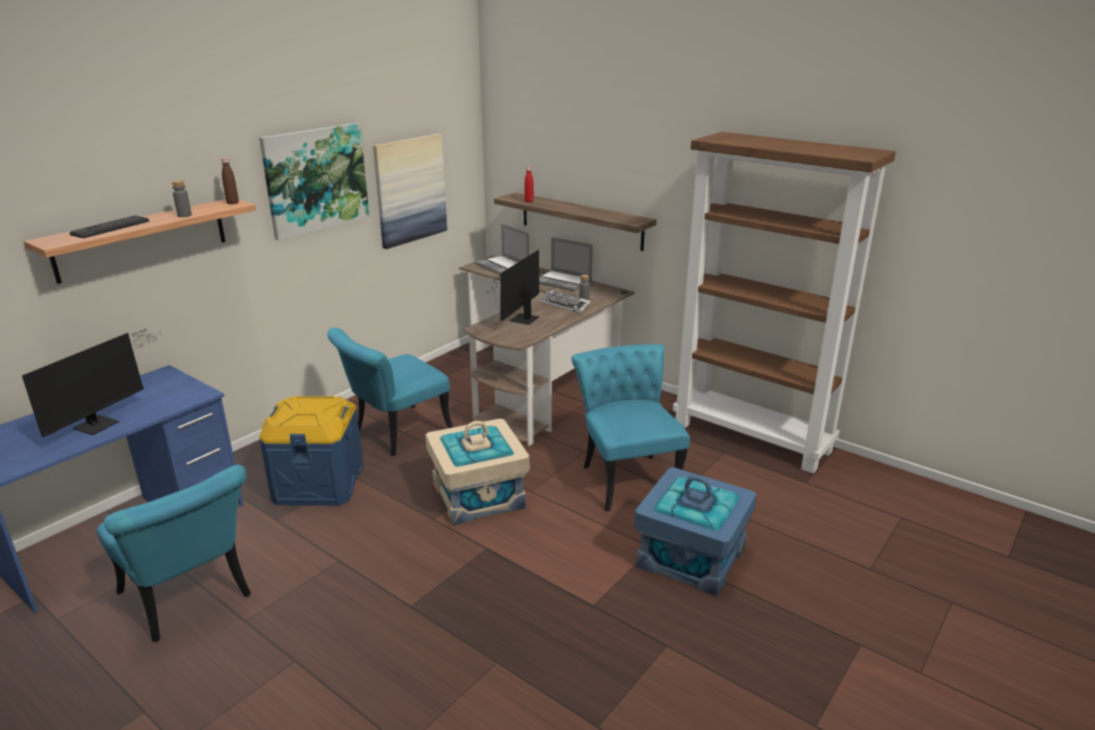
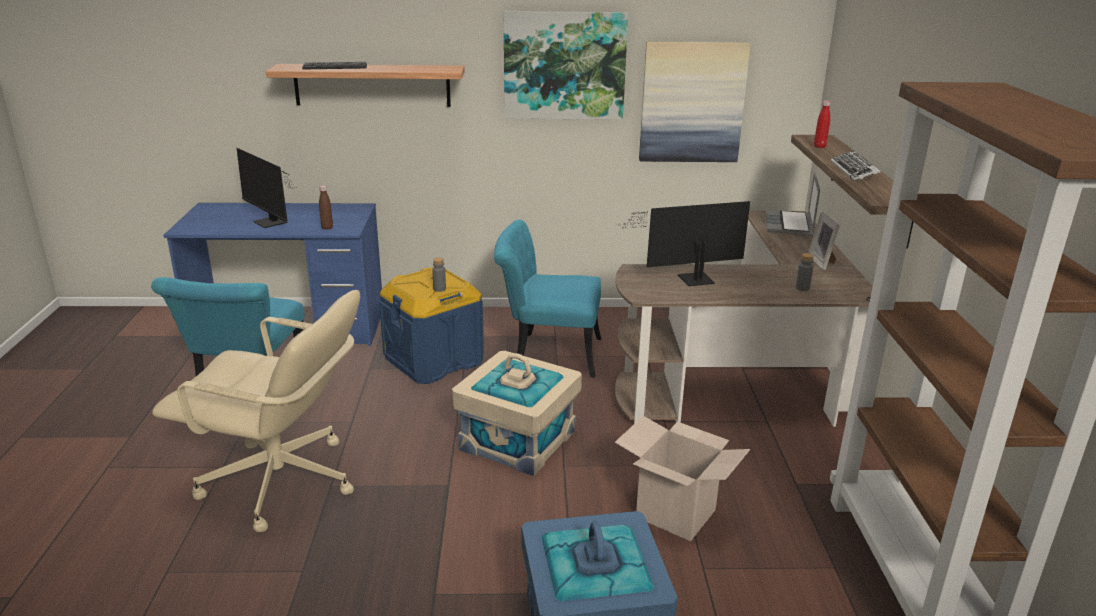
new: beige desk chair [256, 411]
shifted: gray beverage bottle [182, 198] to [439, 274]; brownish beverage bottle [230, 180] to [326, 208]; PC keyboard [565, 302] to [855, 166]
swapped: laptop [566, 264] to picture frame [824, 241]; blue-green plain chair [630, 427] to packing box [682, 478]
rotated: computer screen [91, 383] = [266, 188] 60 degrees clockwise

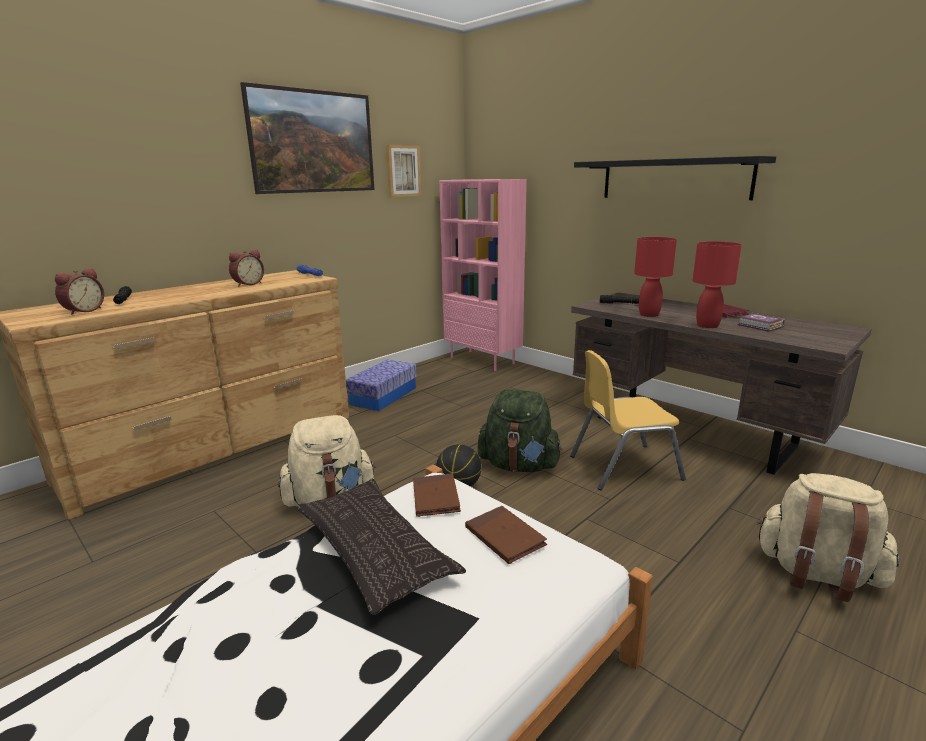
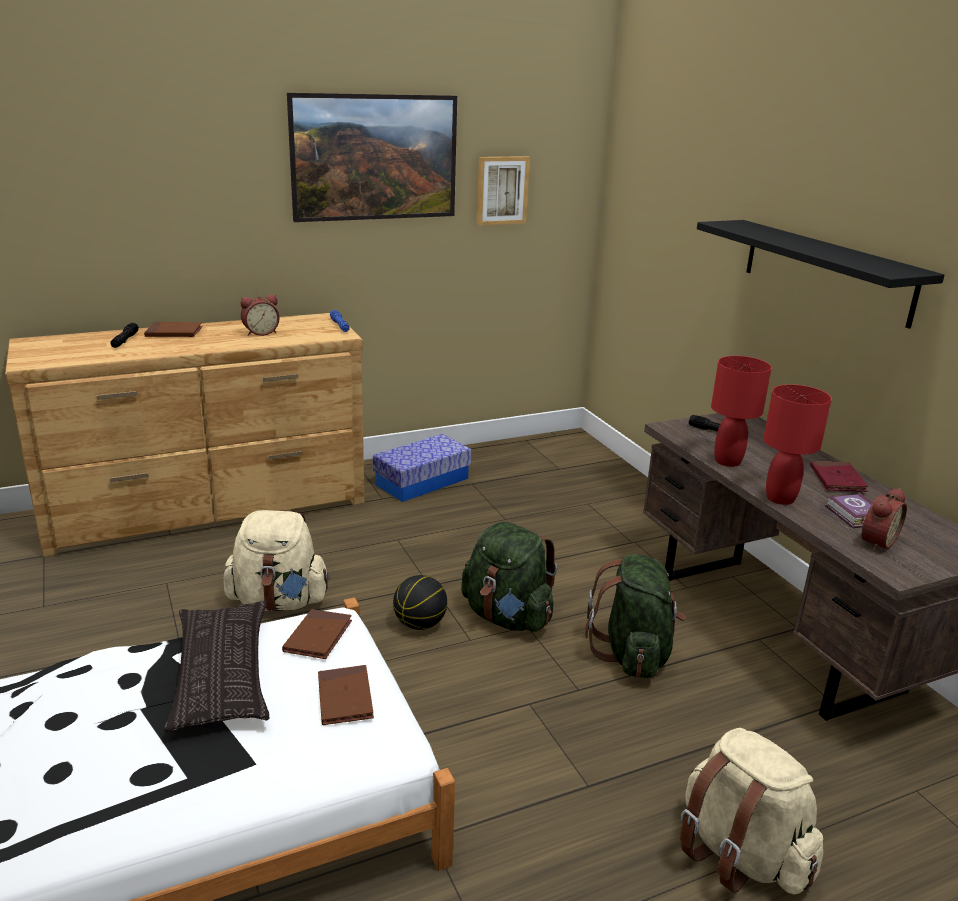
gone: pink-coloured shelving unit [483, 275]
new: brownish bound book [173, 329]
shifted: alarm clock [79, 291] to [884, 519]
swapped: yellowish plain chair [628, 420] to green-coloured backpack [635, 616]

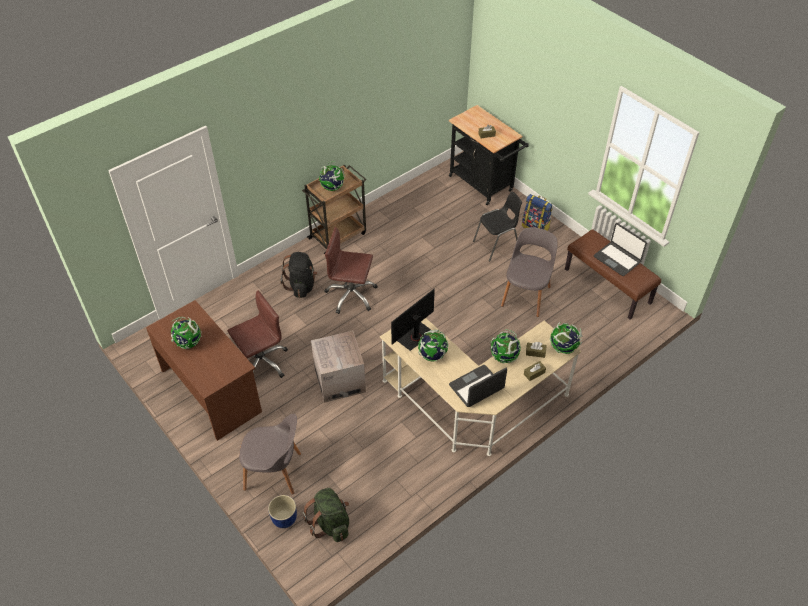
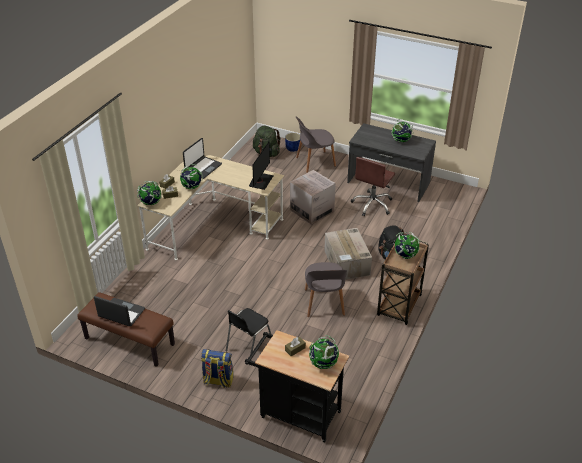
shifted: globe [433, 345] to [324, 352]; gray plain chair [529, 272] to [326, 289]
swapped: brownish desk chair [351, 270] to packing box [348, 253]
repainted: brownish desk [204, 370] to gray desk [391, 162]

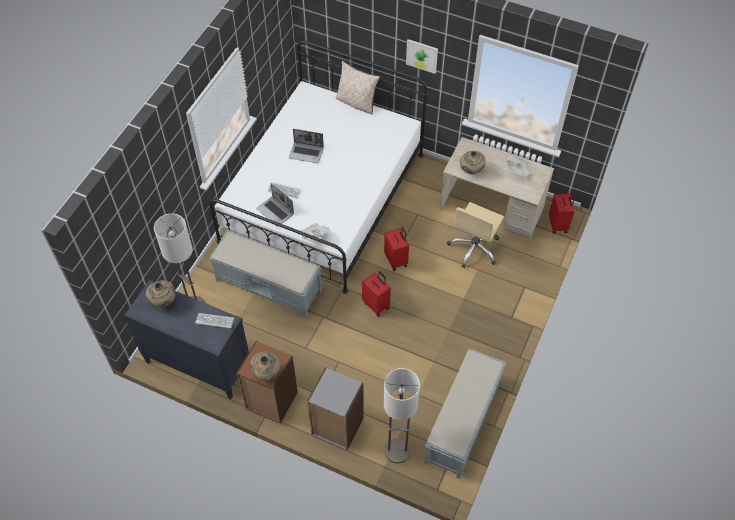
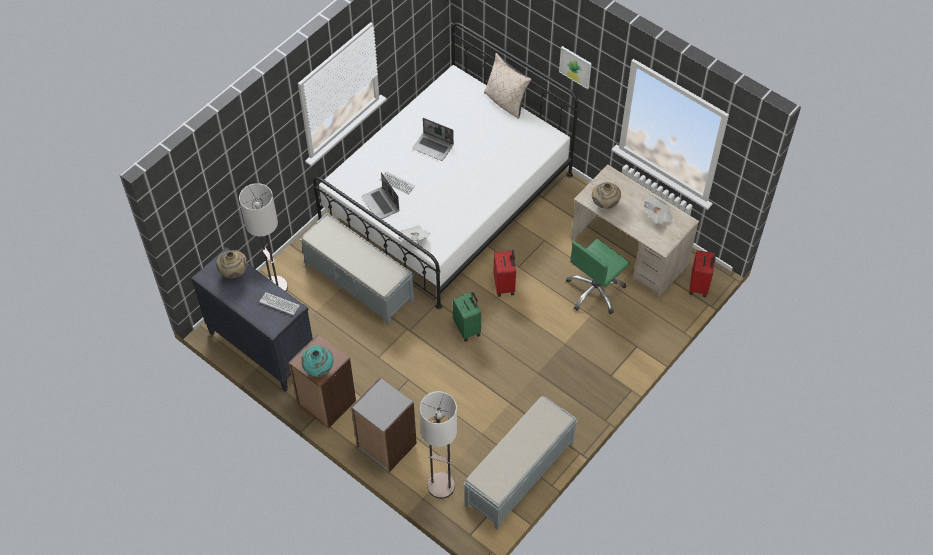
repainted: beige flower vase [265, 366] to blue-green flower vase [317, 361]; red-coloured suitcase [376, 294] to green-coloured suitcase [467, 316]; beige desk chair [475, 235] to green-coloured desk chair [598, 276]

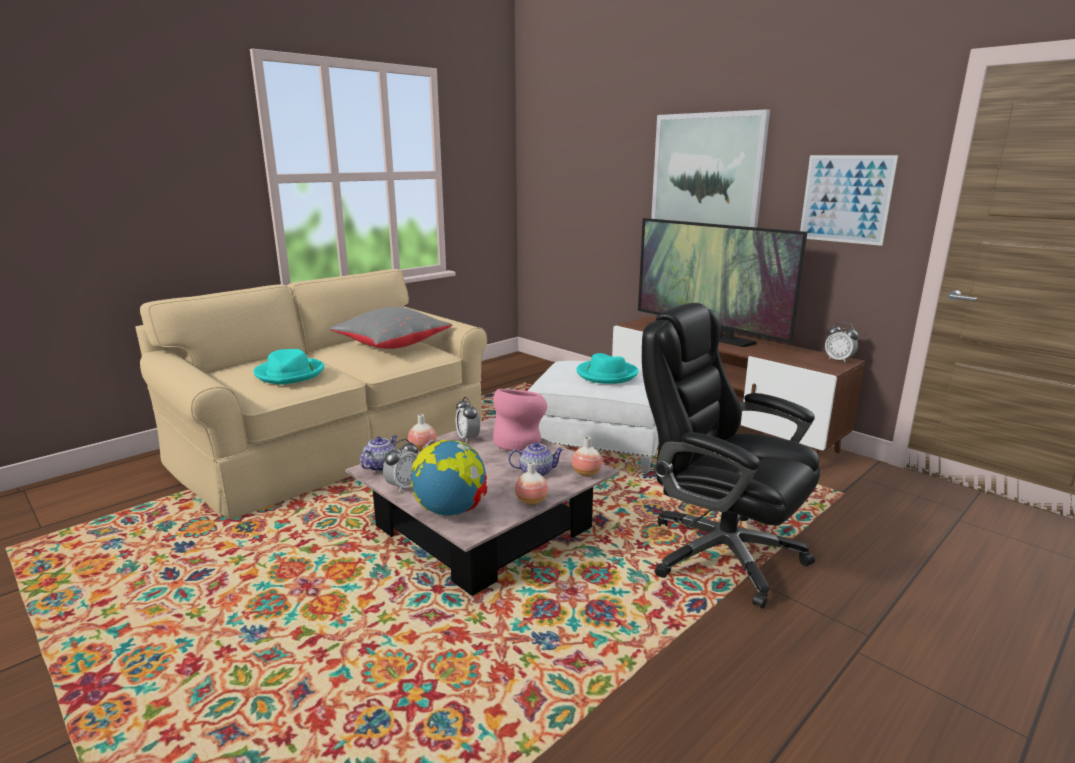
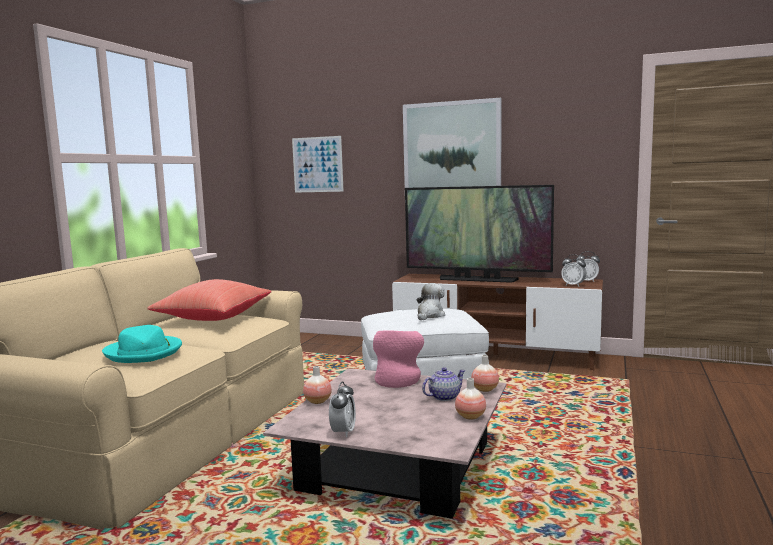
gone: pot for tea [378, 453]; globe [449, 478]; black desk chair [731, 456]
shifted: alarm clock [468, 420] to [574, 270]; picture [849, 200] to [318, 164]
swapped: blue-green wearable hat [607, 368] to soft toy [431, 301]
repainted: gray cushion [391, 328] to red-coloured cushion [209, 300]

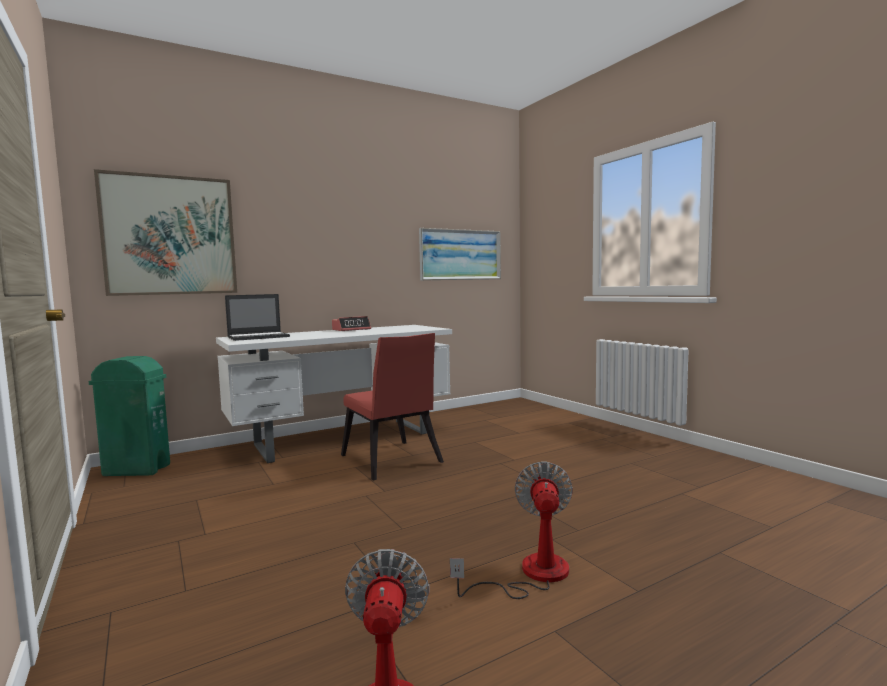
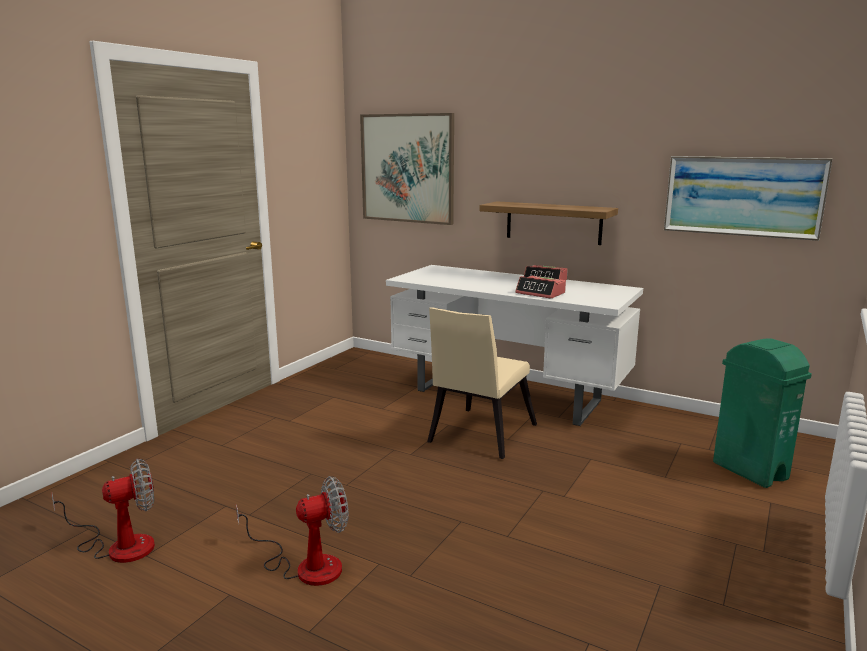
gone: laptop [257, 317]
new: bracket shelf [548, 223]; alarm clock [540, 287]
shifted: green-coloured trash can [129, 416] to [762, 413]
repainted: red-coloured plain chair [392, 407] to beige plain chair [482, 383]

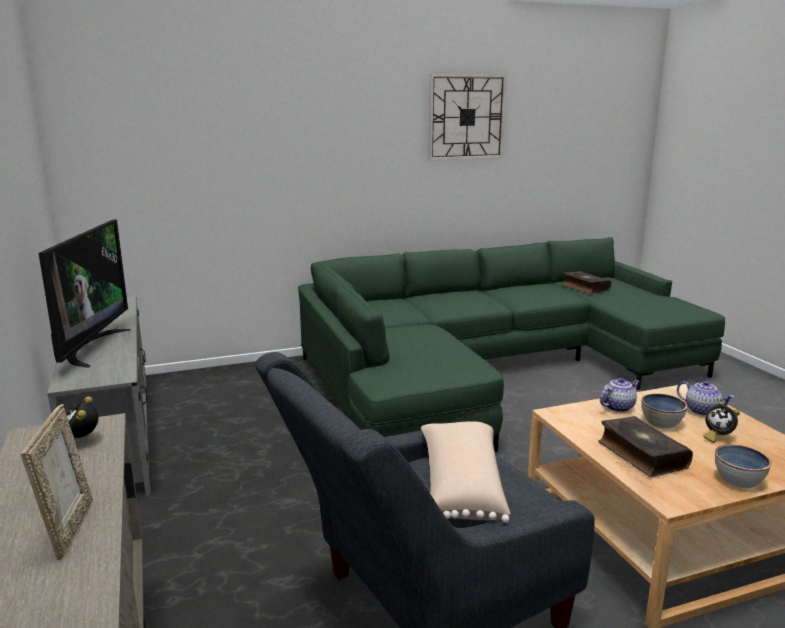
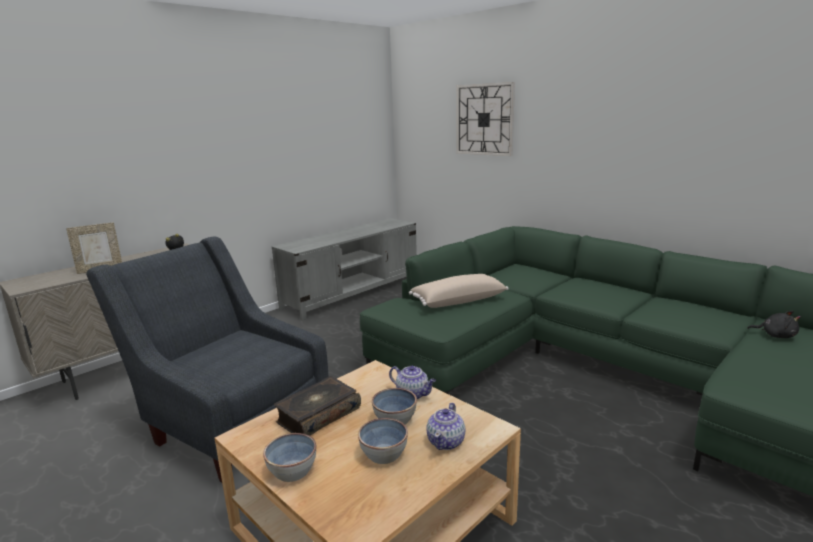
gone: TV set [85, 294]
shifted: beige cushion [465, 472] to [459, 291]; hanging clock [467, 117] to [485, 119]
swapped: bound book [586, 282] to black soft toy [774, 324]; alarm clock [722, 422] to deep dish [383, 441]

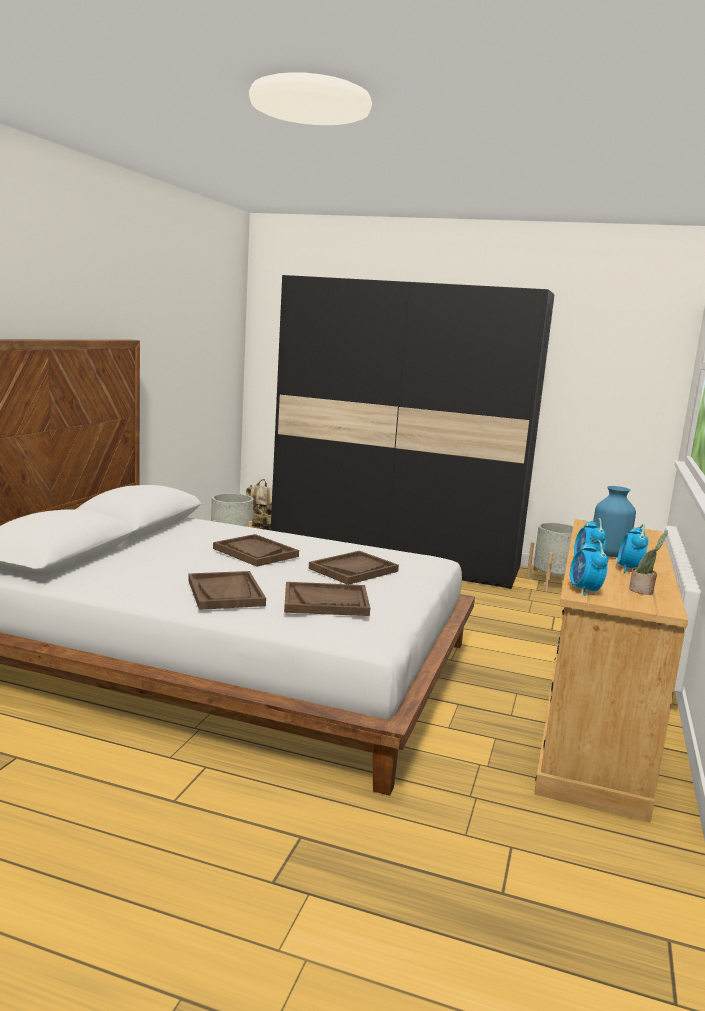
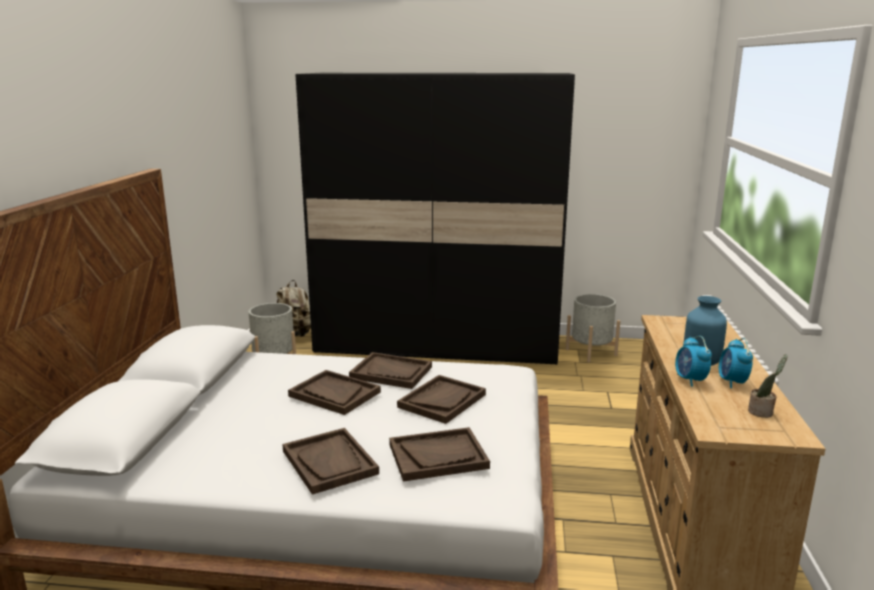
gone: alarm clock [589, 568]
new: brownish carrying tray [390, 370]

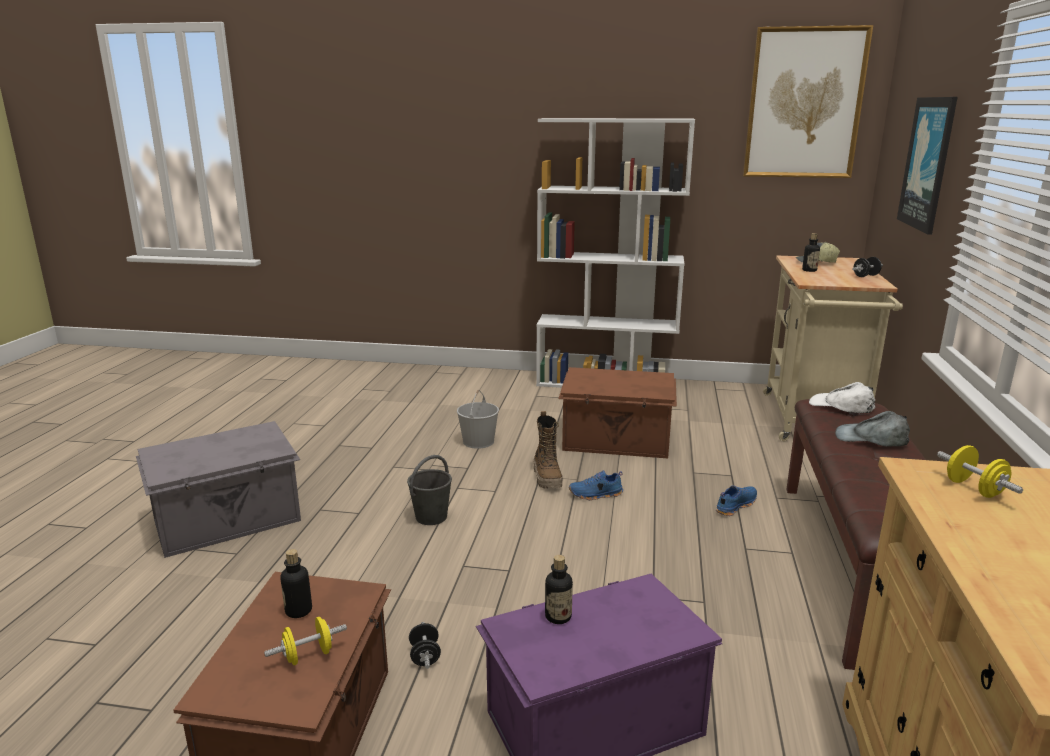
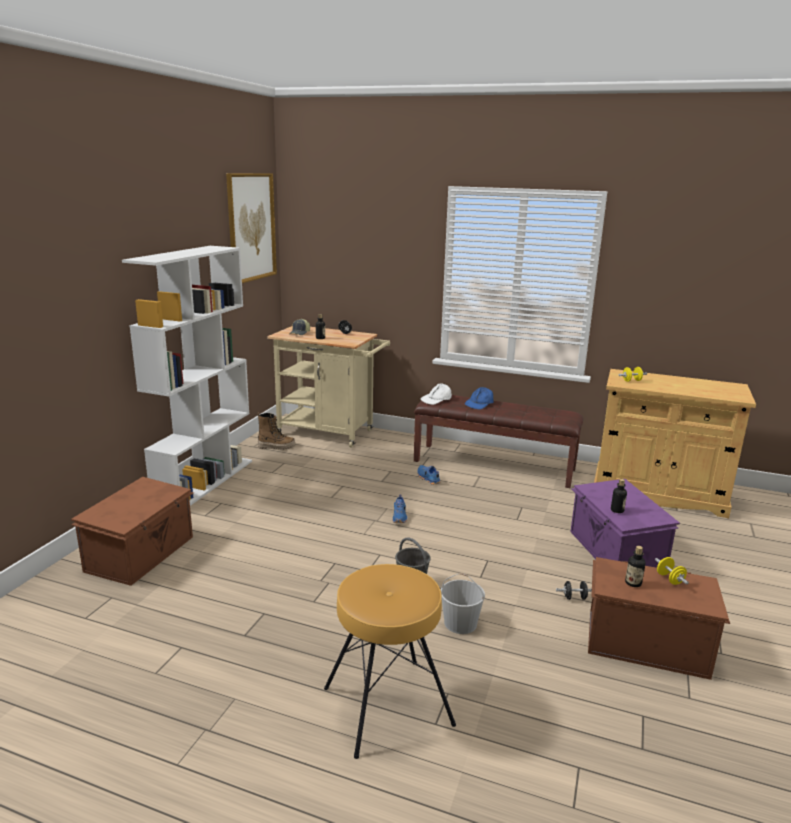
gone: picture [927, 166]
shifted: white-coloured bucket [478, 419] to [463, 603]; boot [548, 450] to [276, 431]; brownish storage container [617, 412] to [132, 531]
swapped: gray storage container [218, 489] to brownish stool seat [390, 661]
repainted: gray baseball cap [872, 429] to blue-coloured baseball cap [479, 398]

